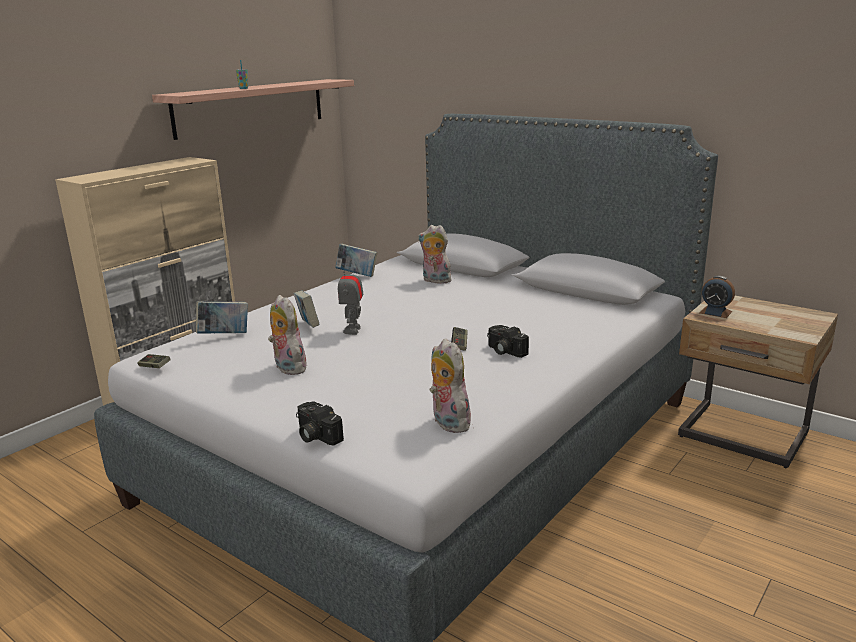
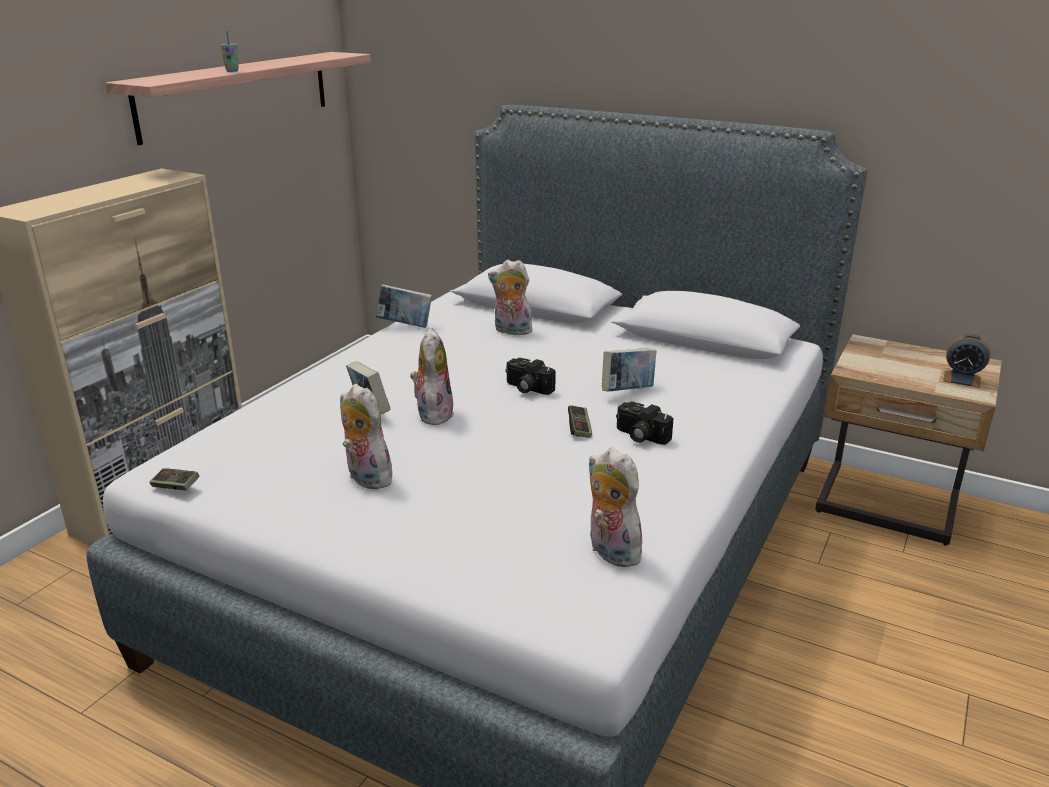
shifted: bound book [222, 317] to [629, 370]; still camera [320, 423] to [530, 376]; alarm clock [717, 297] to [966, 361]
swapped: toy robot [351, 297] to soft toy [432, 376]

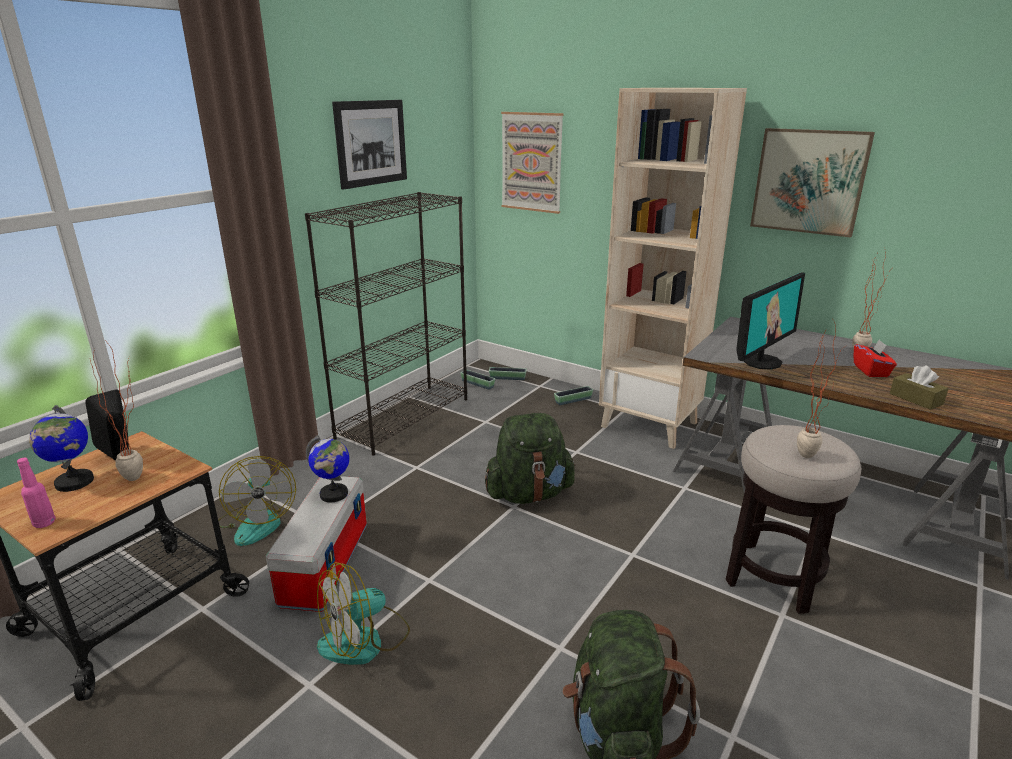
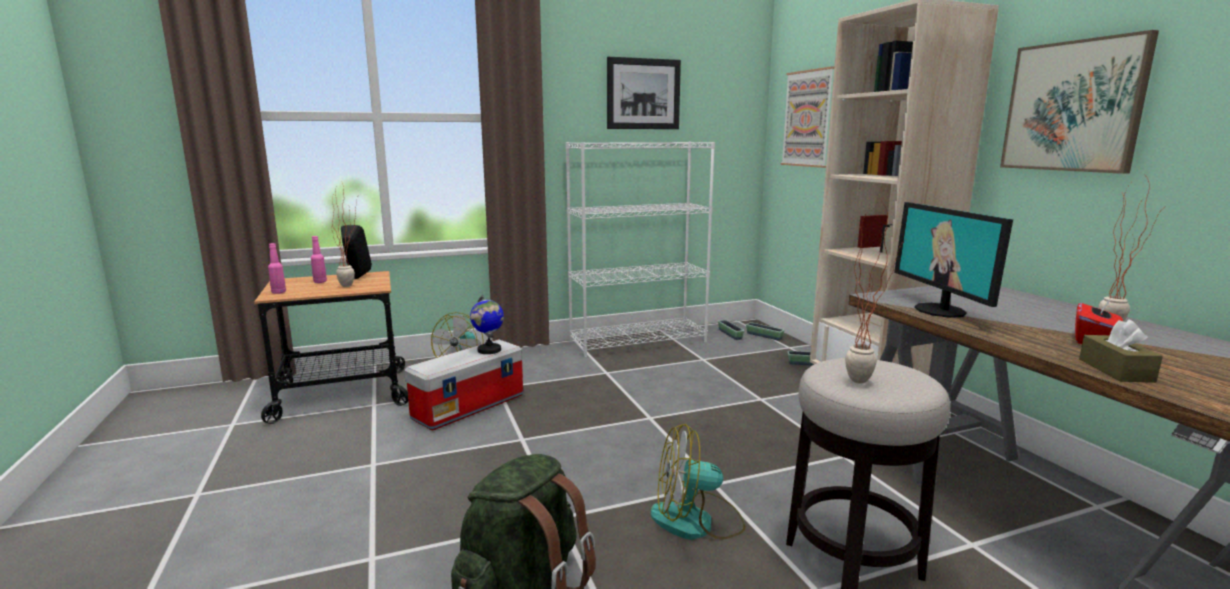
gone: green-coloured backpack [530, 458]
shifted: cooling fan [363, 613] to [698, 482]
swapped: globe [61, 448] to pink-coloured beverage bottle [319, 259]
repainted: black shelving unit [386, 323] to white-coloured shelving unit [640, 250]
rotated: computer screen [770, 321] = [953, 260] 90 degrees clockwise

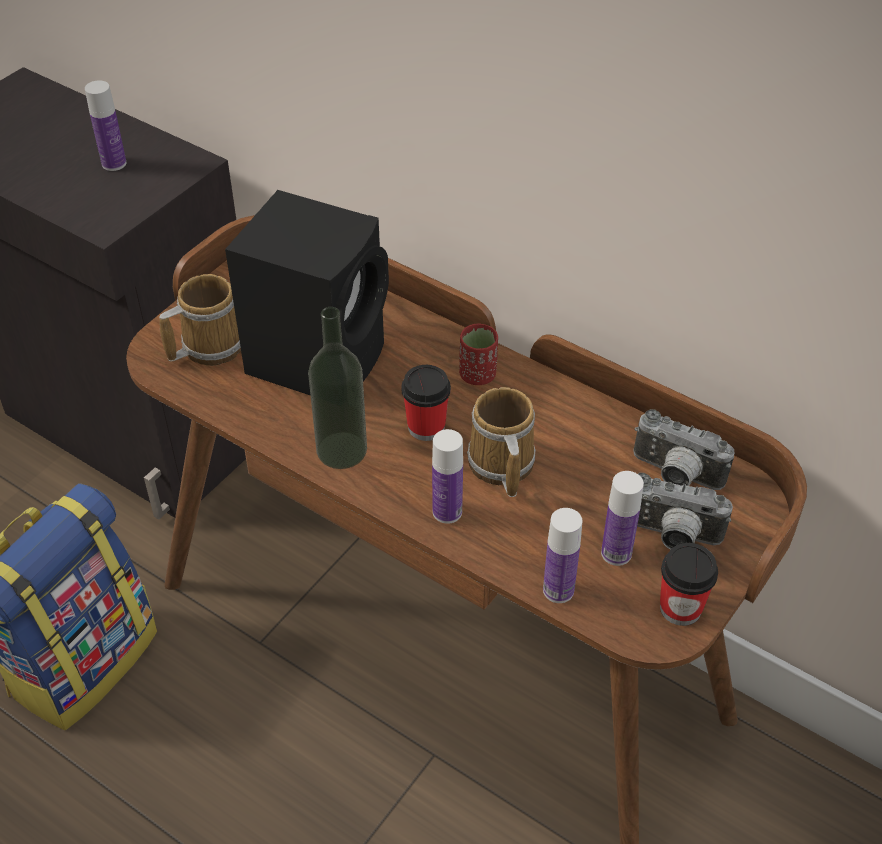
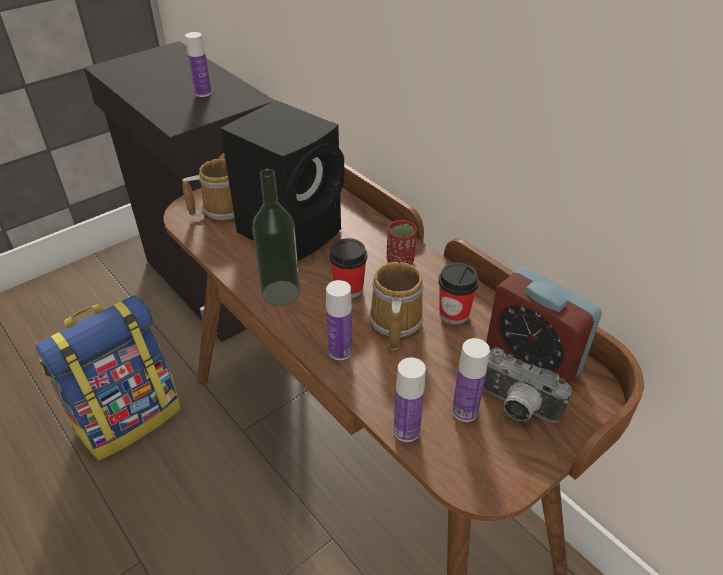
shifted: small cup [689, 584] to [459, 293]
swapped: still camera [683, 449] to alarm clock [544, 325]

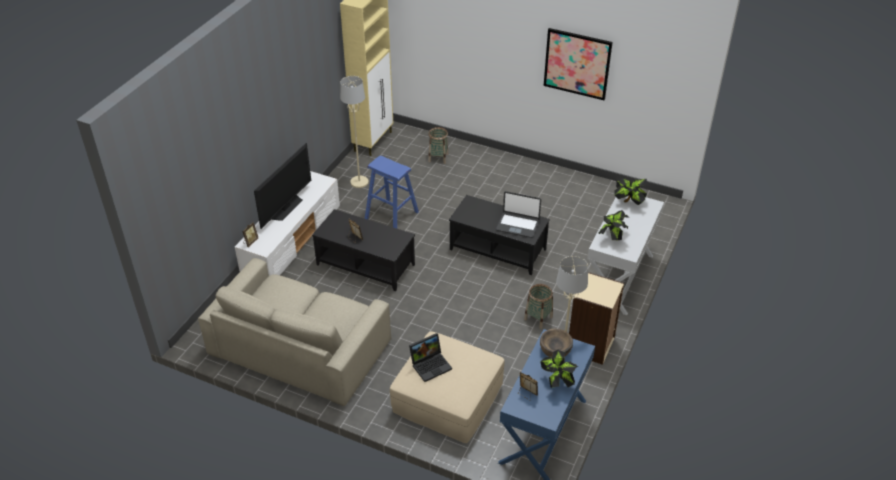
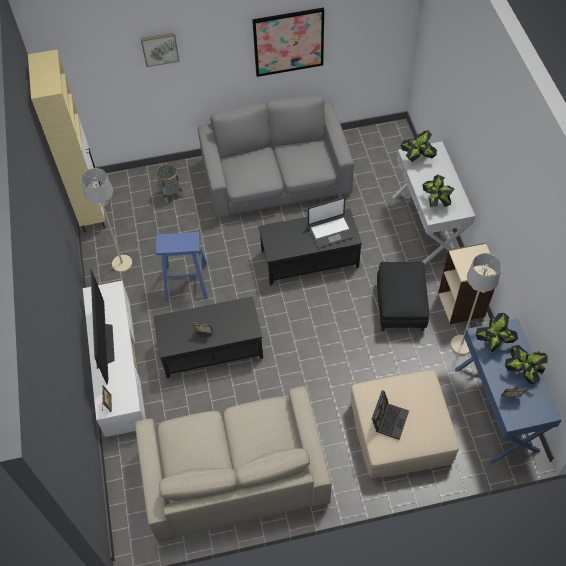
new: picture [160, 50]; gray sofa [276, 157]
swapped: household basket [538, 306] to black footrest [403, 296]; brownish deep dish [556, 342] to plant in a pot [497, 332]

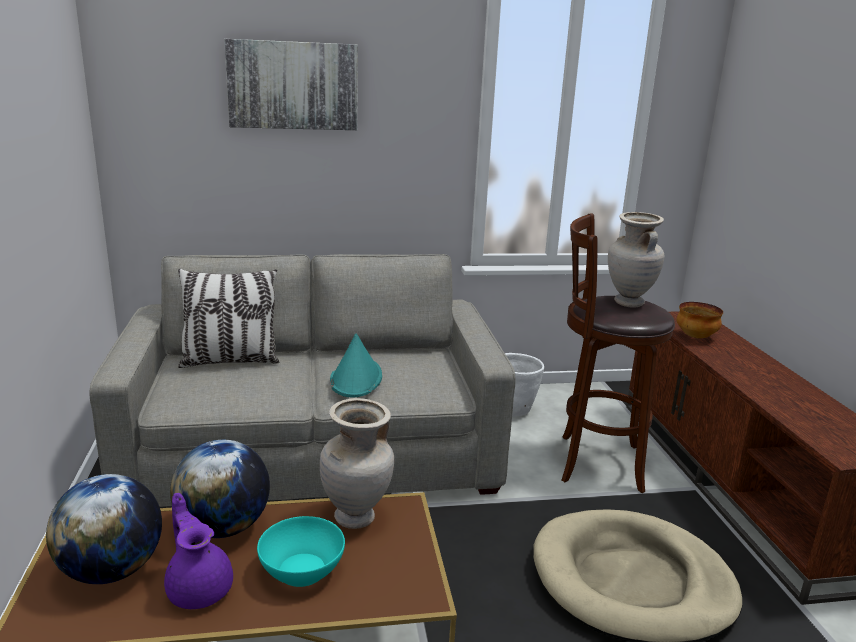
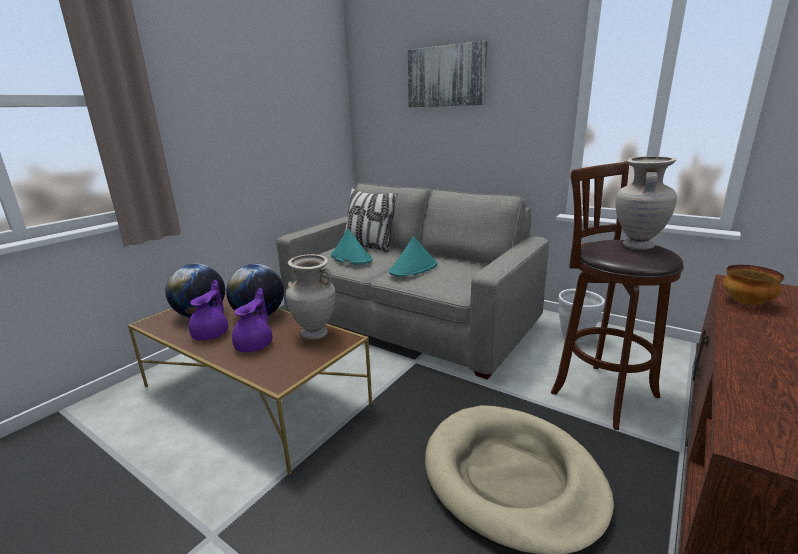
new: blue-green wearable hat [351, 246]
swapped: blue-green deep dish [301, 551] to purple-coloured pot for tea [252, 320]

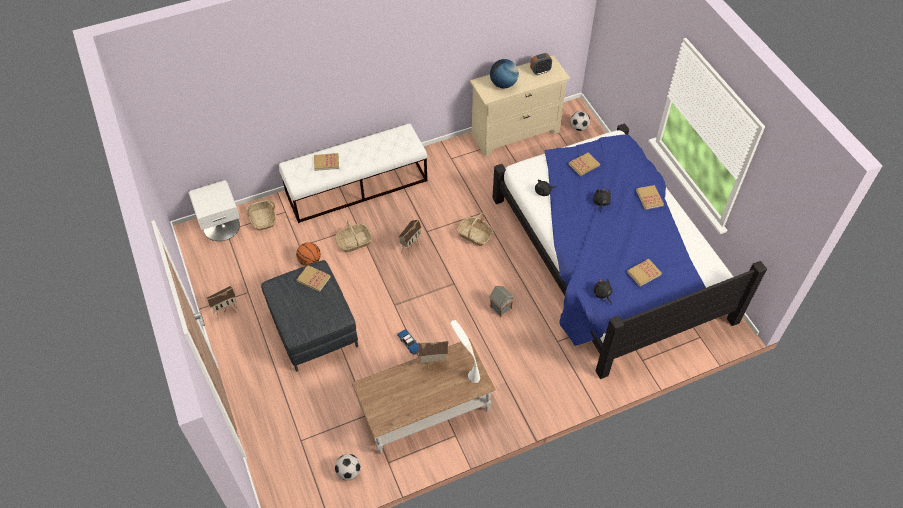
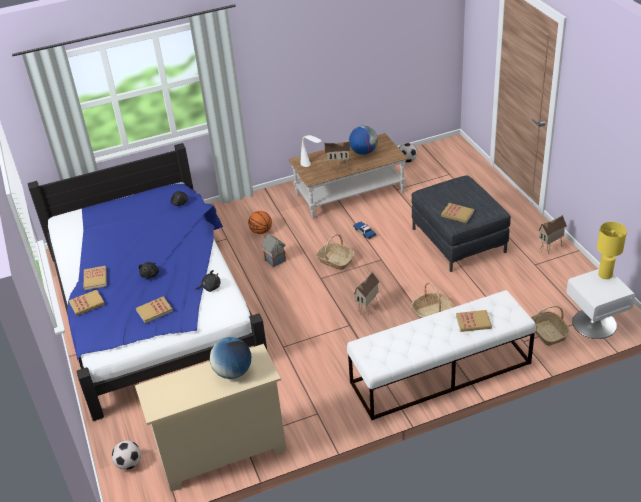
gone: alarm clock [541, 64]
new: globe [363, 140]; yellowish table lamp [612, 250]
shifted: basketball [308, 254] to [260, 222]; household basket [475, 229] to [335, 252]; bound book [644, 273] to [87, 303]

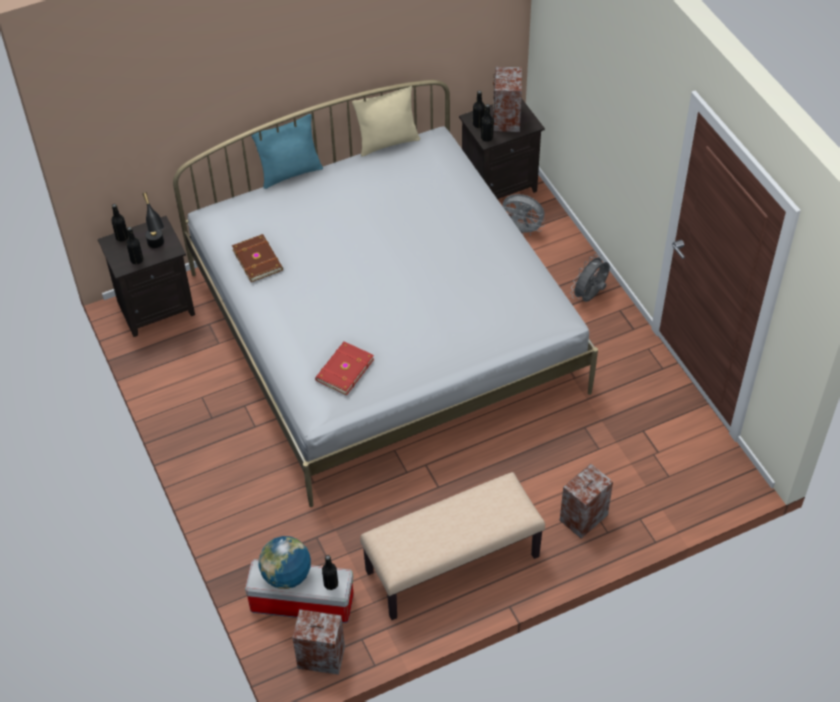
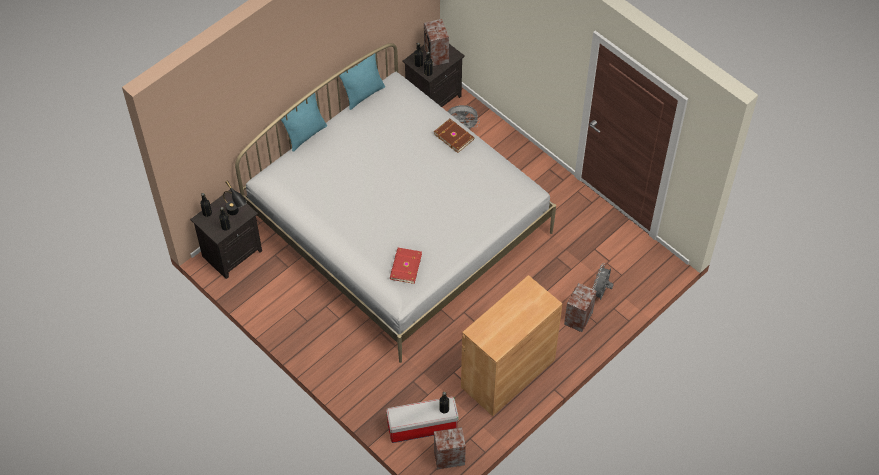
gone: globe [284, 562]
shifted: brownish bound book [257, 258] to [454, 136]; gray cooling fan [590, 278] to [603, 281]
swapped: beige bench [452, 546] to brownish storage cabinet [512, 345]
repainted: beige cushion [386, 121] to blue-green cushion [362, 81]

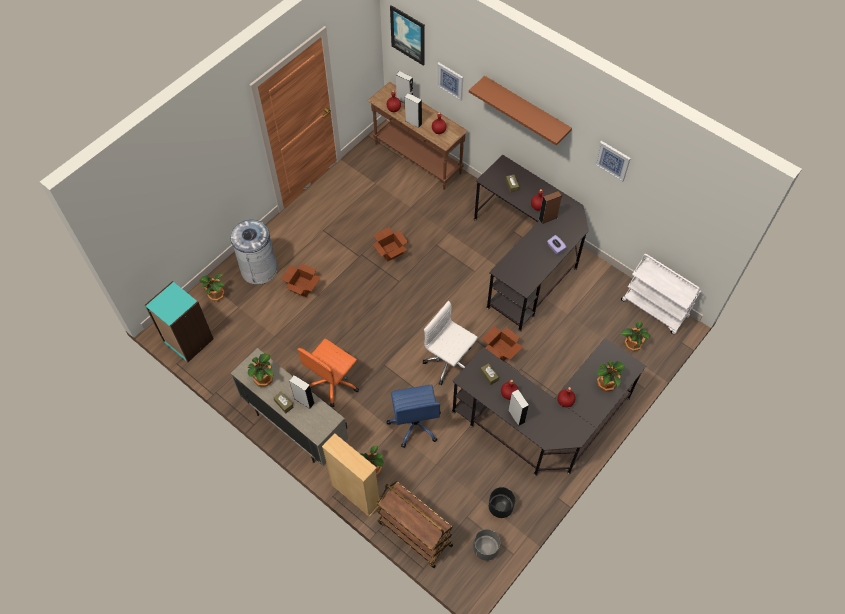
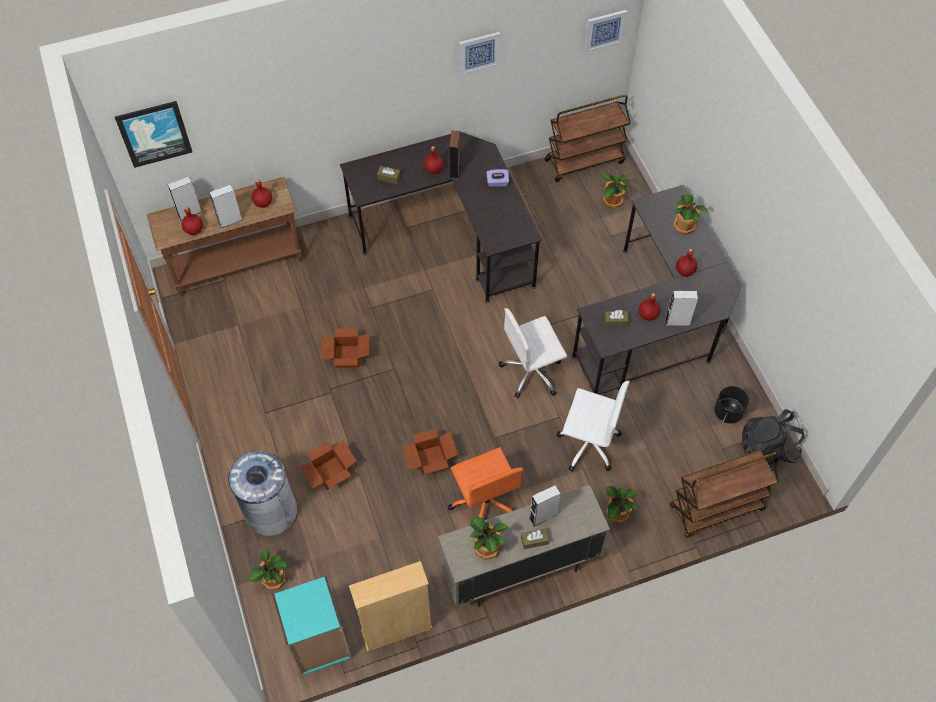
gone: brownish bracket shelf [520, 110]
shifted: beige shelving unit [350, 475] to [391, 606]; picture [450, 81] to [605, 31]; packing box [502, 343] to [430, 452]
swapped: gray planter [486, 545] to black backpack [772, 439]
repainted: blue-coloured desk chair [413, 416] to white-coloured desk chair [593, 426]; white-coloured cart [661, 294] to brownish cart [587, 138]

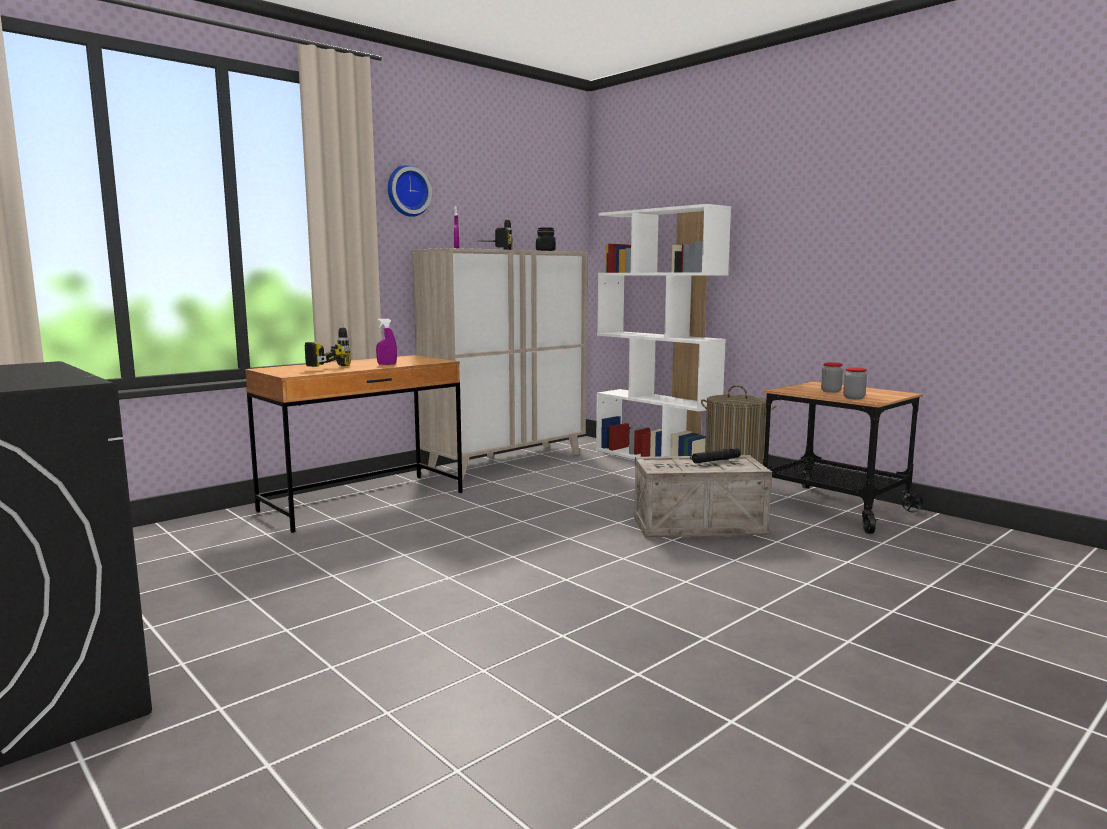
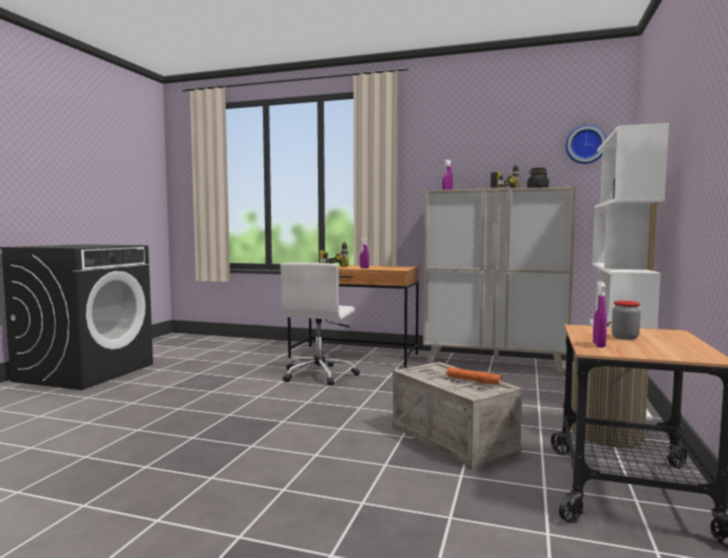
new: white-coloured desk chair [320, 324]
shifted: hanging clock [410, 190] to [586, 144]
swapped: storage jar [855, 383] to purple-coloured spray bottle [600, 314]
repainted: black torch [715, 455] to orangey torch [473, 376]

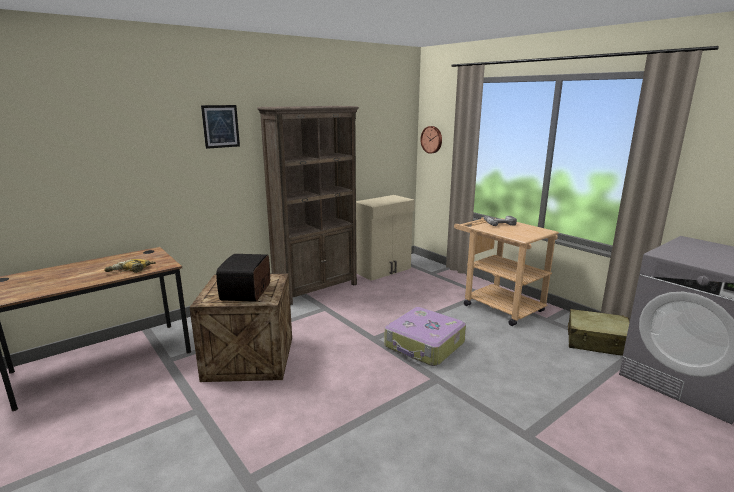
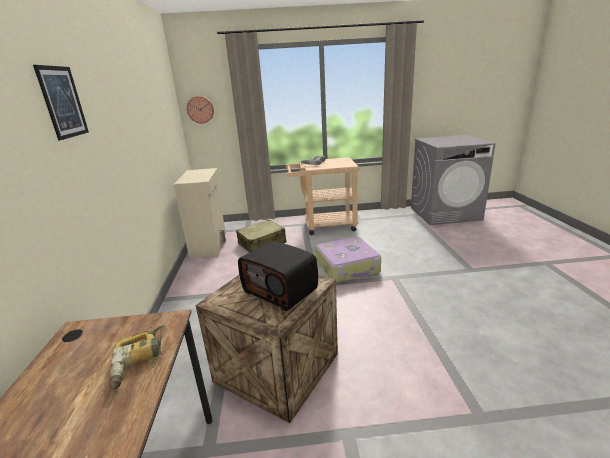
gone: brownish shelving unit [308, 205]
shifted: beige suitcase [599, 332] to [261, 236]

